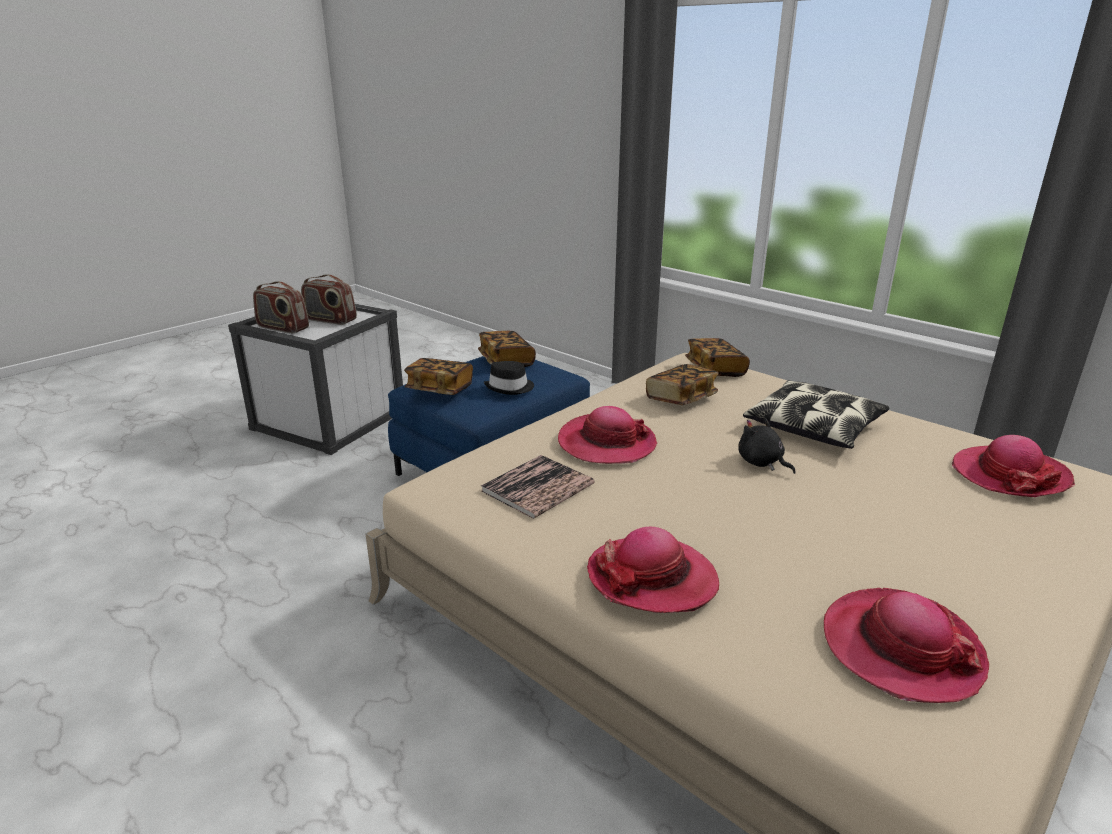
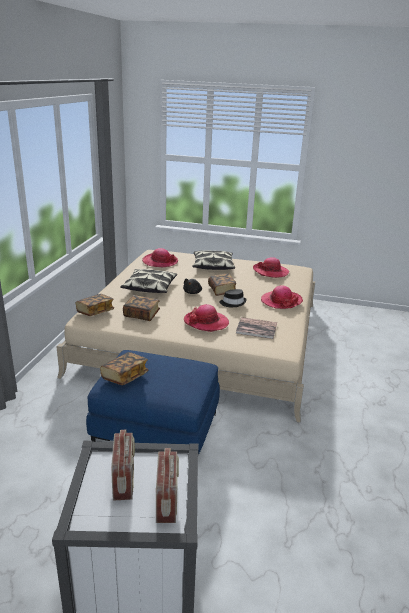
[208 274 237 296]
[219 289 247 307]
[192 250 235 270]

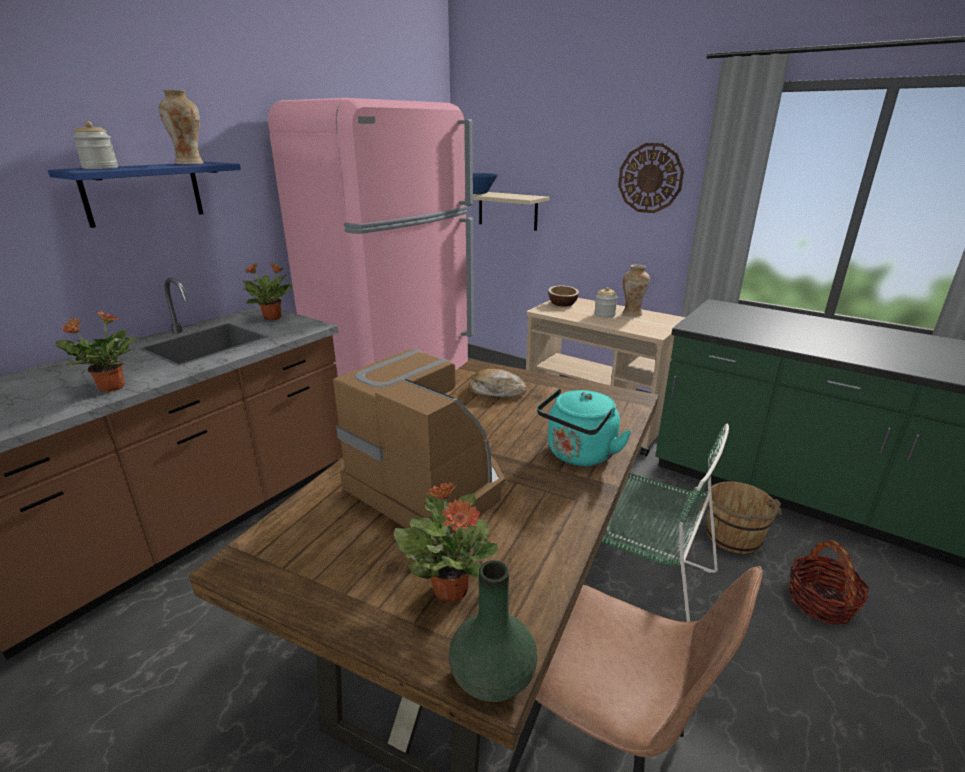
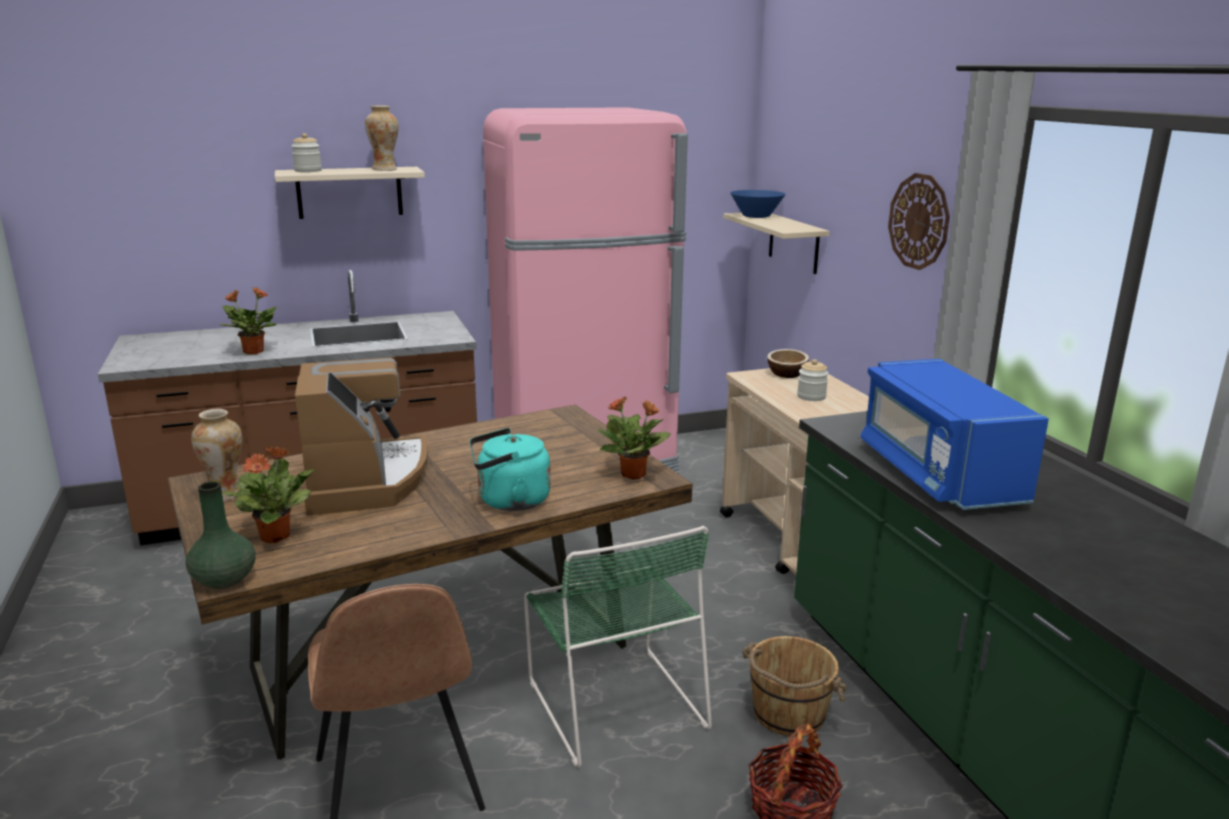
[275 167 425 219]
[597 396 671 480]
[191 409 243 501]
[469 369 526 397] (first image)
[860 359 1049 510]

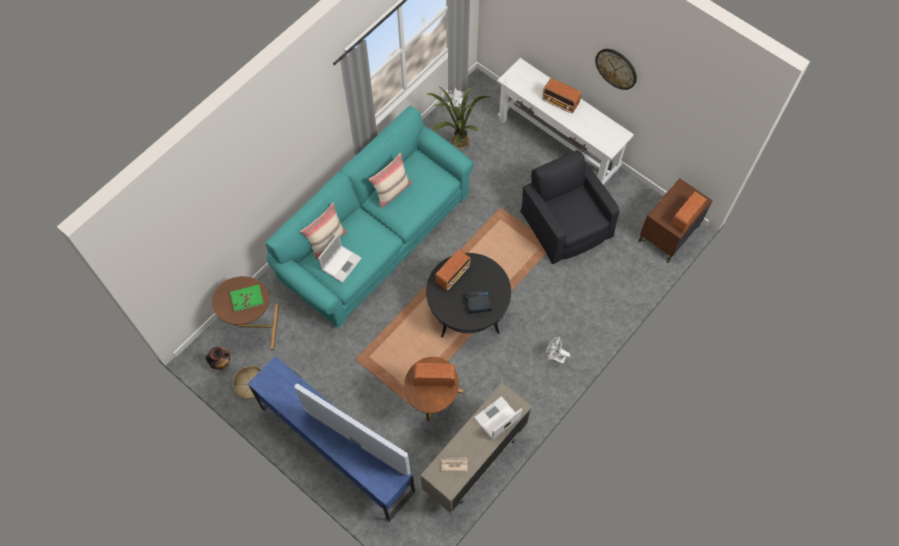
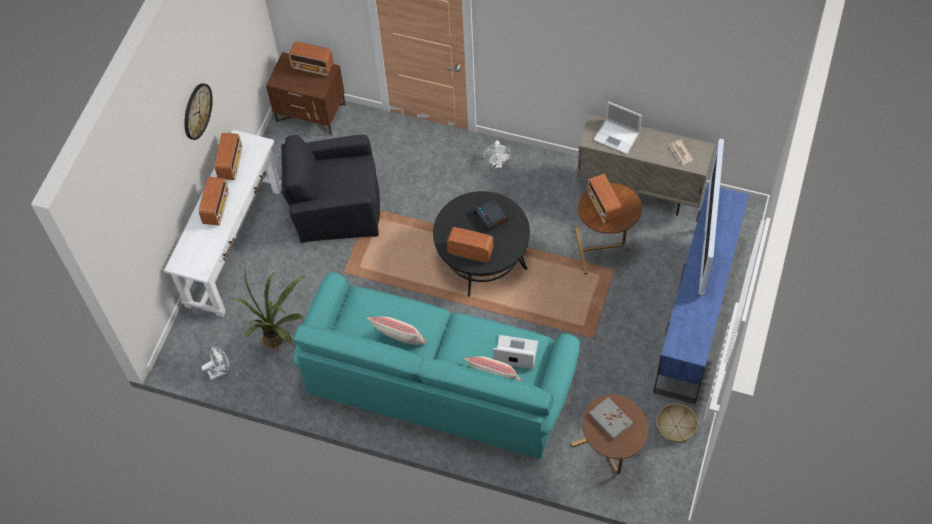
[281 135 380 243]
[589 397 633 440]
[206 347 230 370] (first image)
[214 133 242 180]

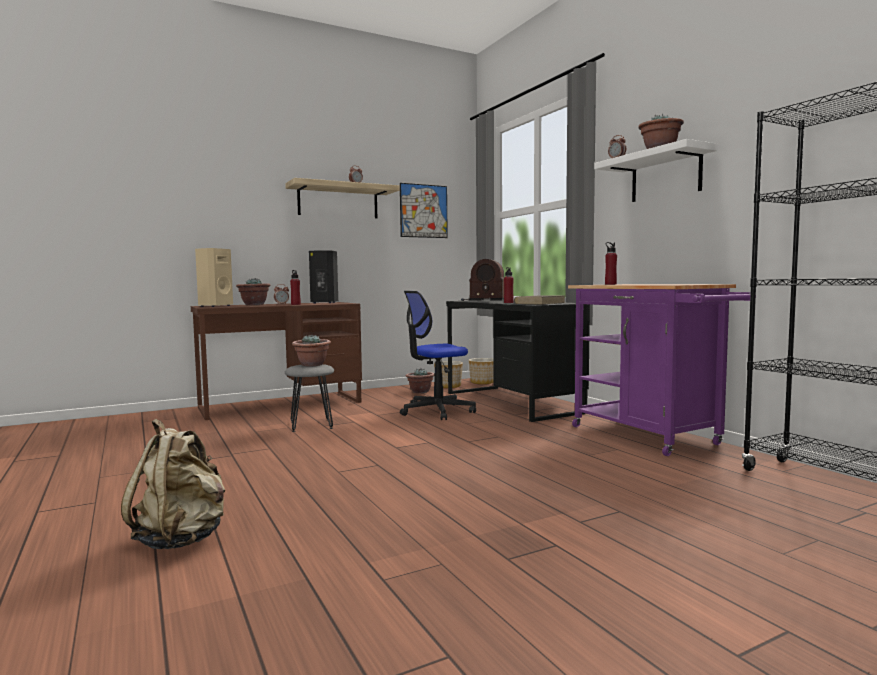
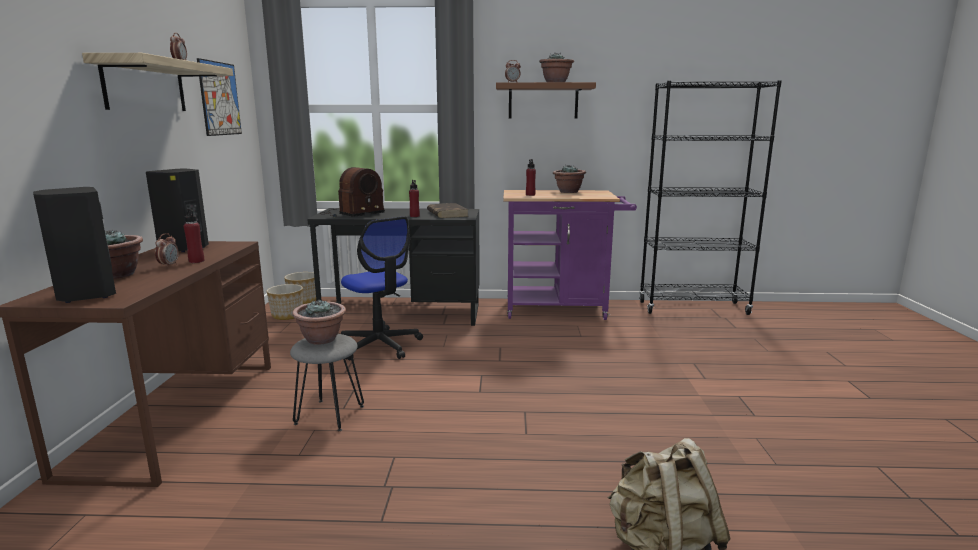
[496 82 596 119]
[33 187 116 303]
[341 216 423 360]
[553 165 586 193]

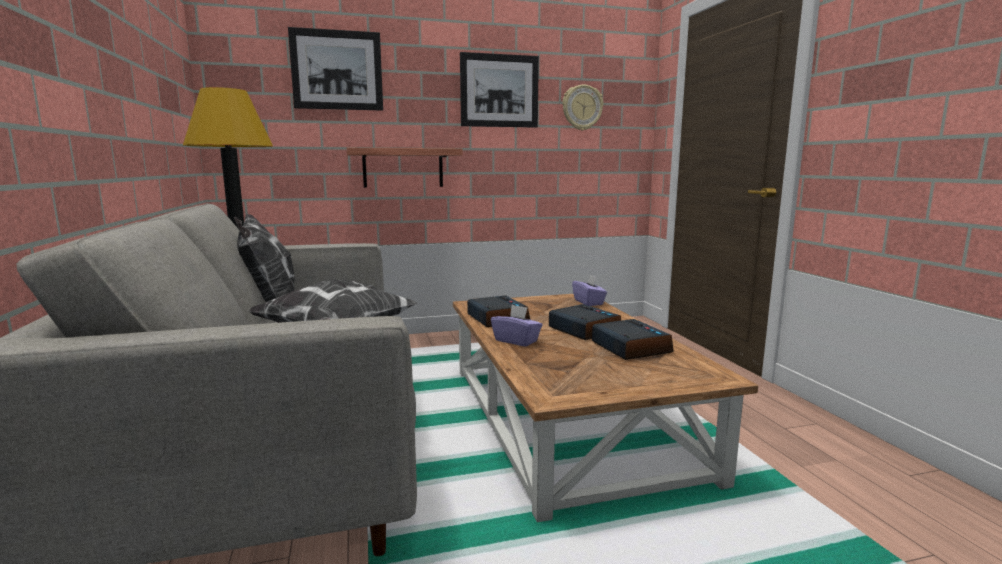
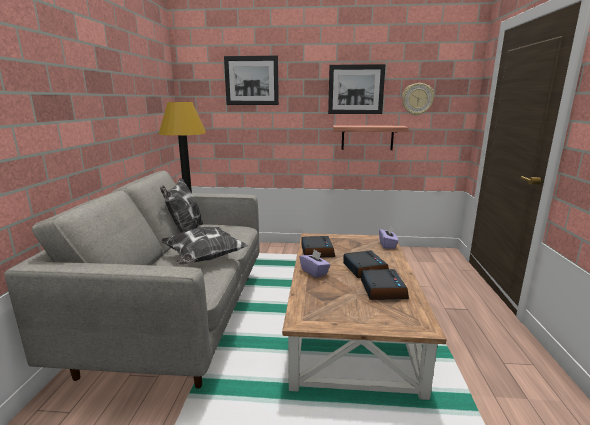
[333 125 409 150]

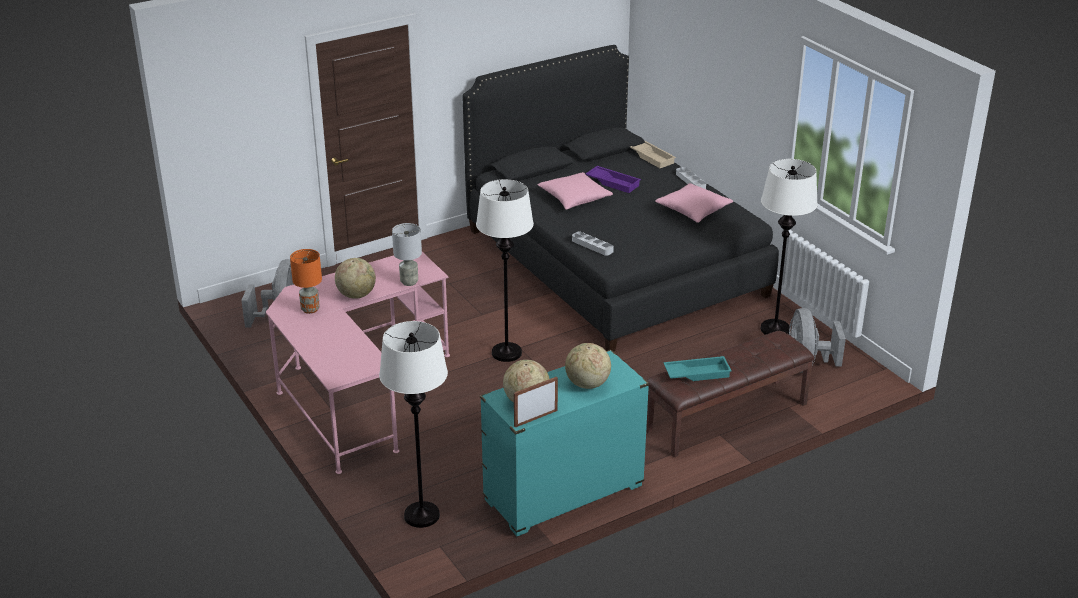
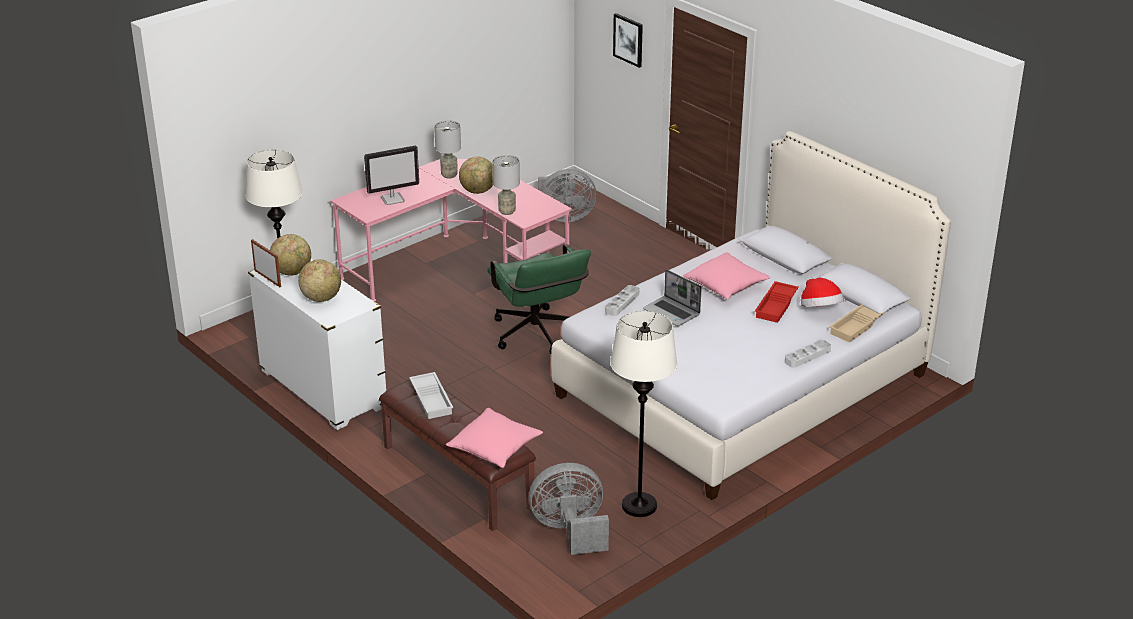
[551 131 951 500]
[755 281 799 323]
[487 244 591 354]
[446 408 543 468]
[434 120 461 179]
[248 259 386 430]
[409 372 453 419]
[613 13 643 68]
[364 145 419 205]
[643 269 702 326]
[801 278 844 307]

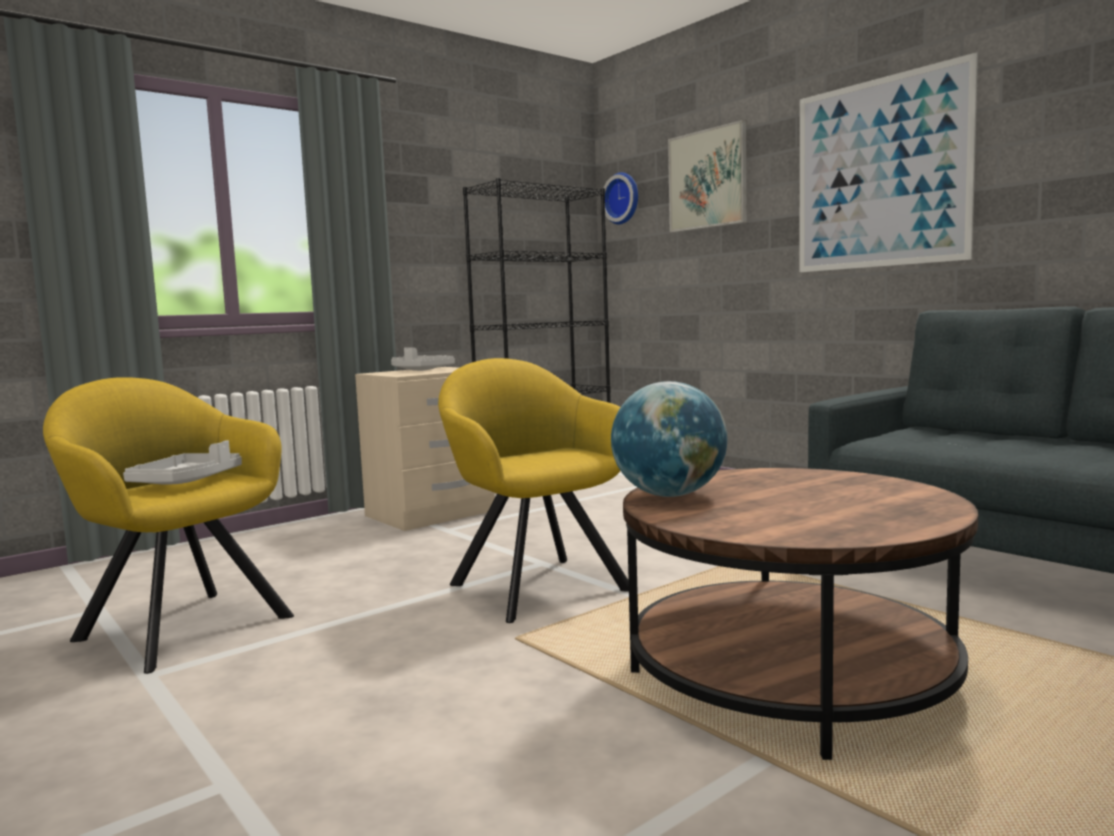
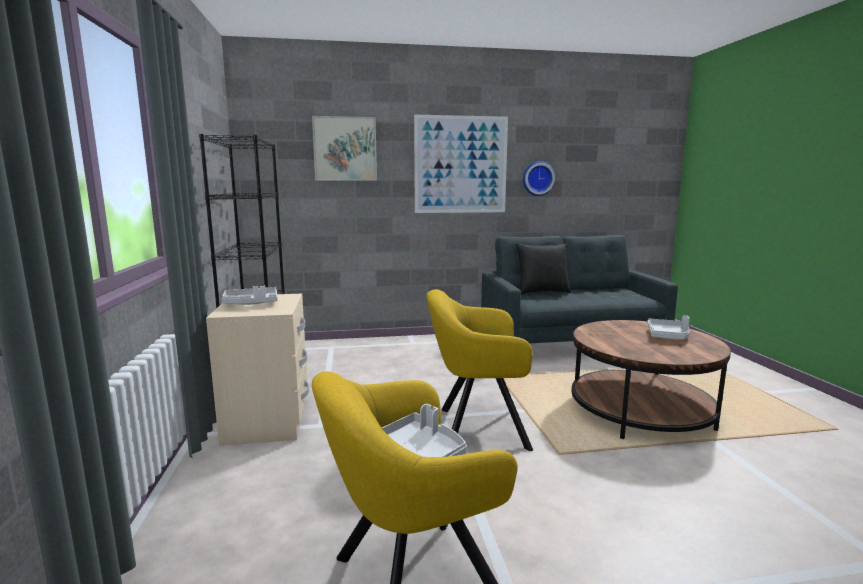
[523 161 555 196]
[611 381 728 497] (first image)
[516 243 571 295]
[647 315 690 340]

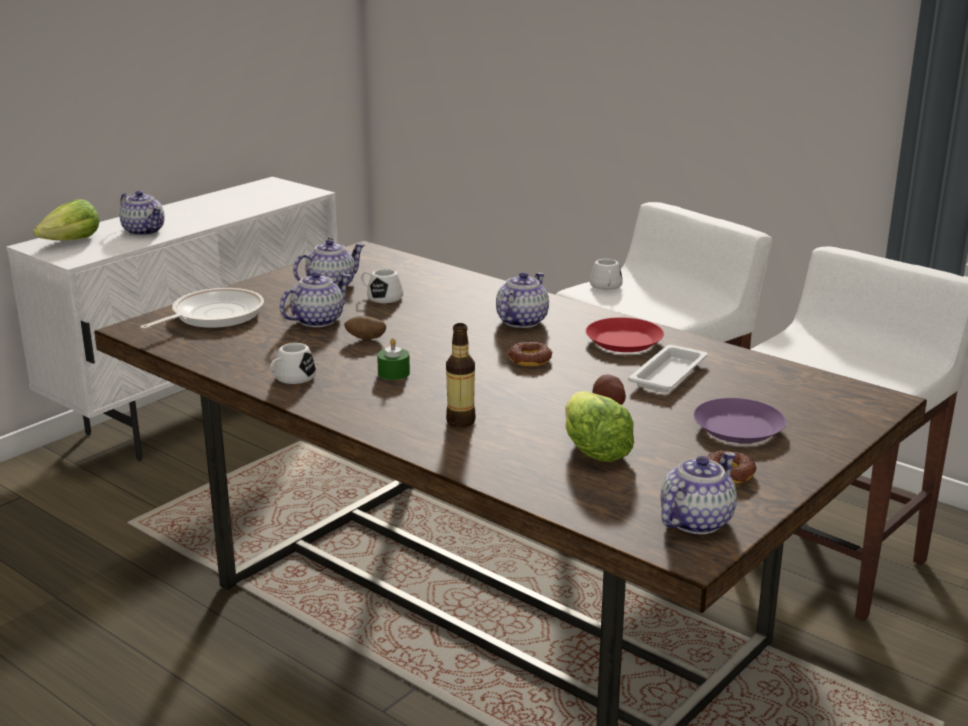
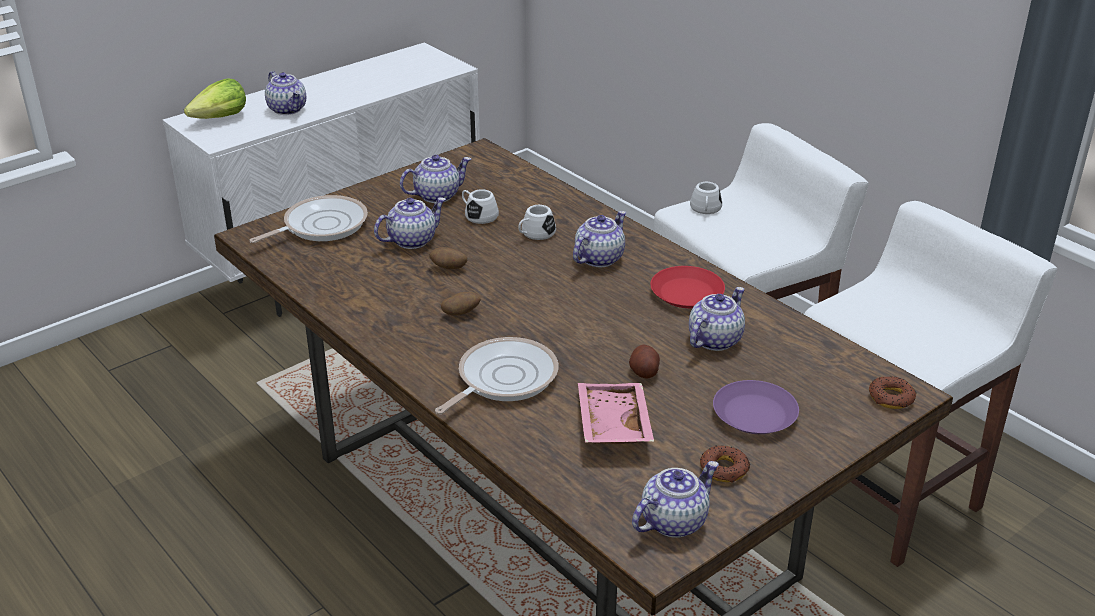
[435 337 559 414]
[441 292 481 316]
[869 376 916 409]
[518 205 556 240]
[689 287 745 351]
[578 383 654 444]

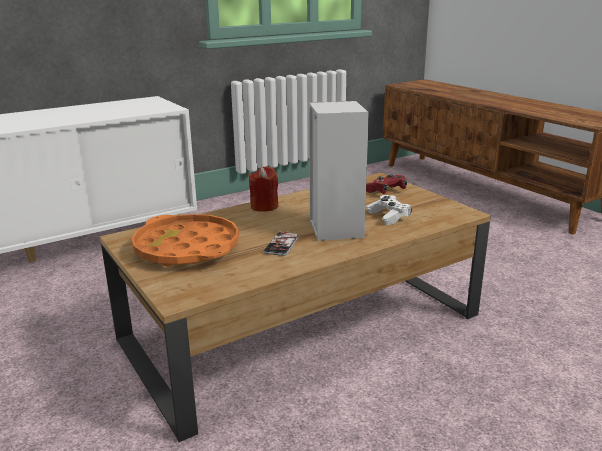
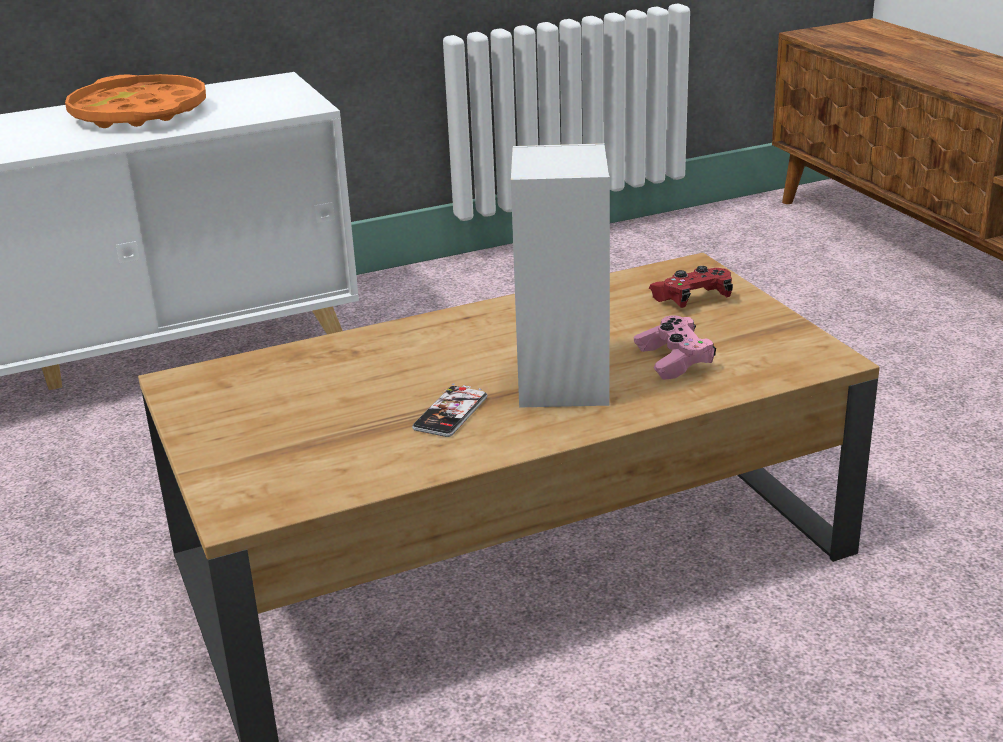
[248 166 279 212] (first image)
[634 315 716 380]
[65 74 206 128]

